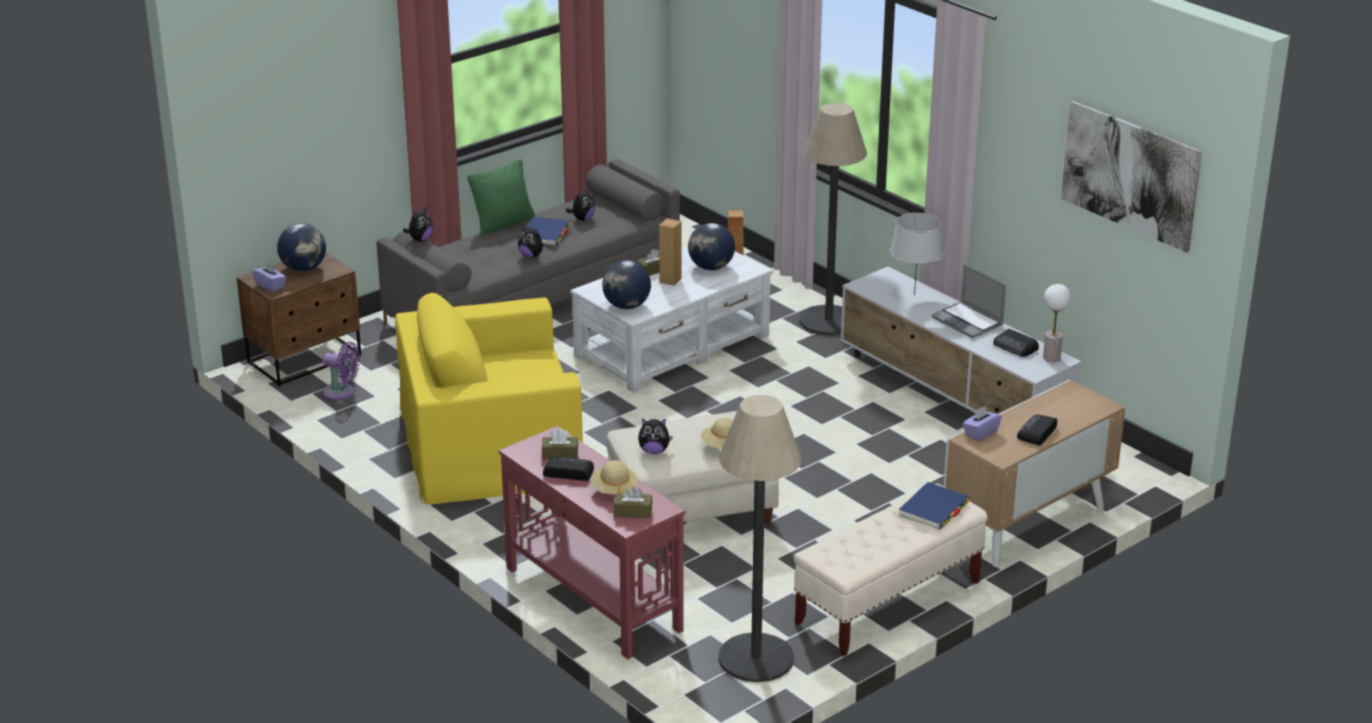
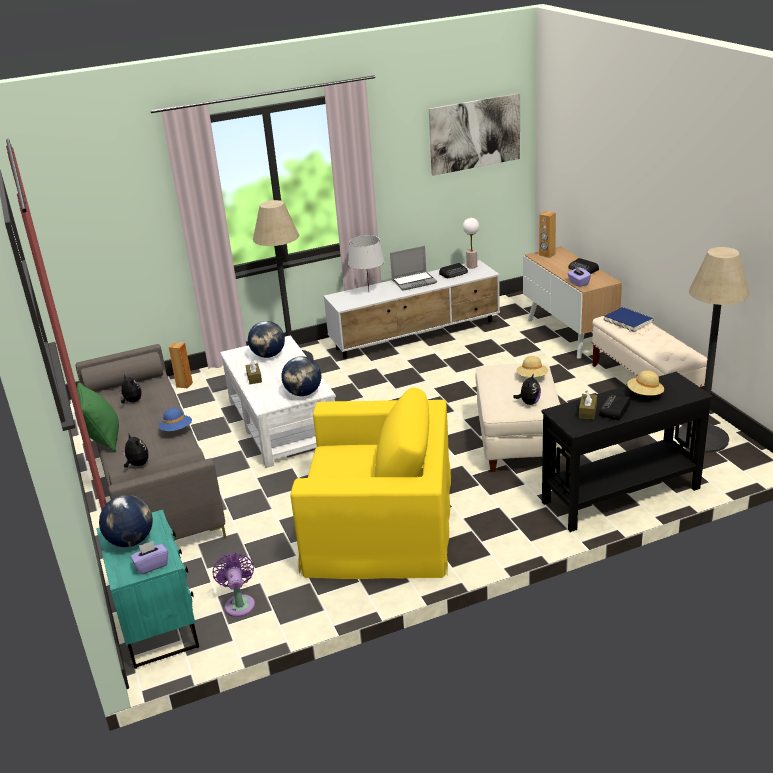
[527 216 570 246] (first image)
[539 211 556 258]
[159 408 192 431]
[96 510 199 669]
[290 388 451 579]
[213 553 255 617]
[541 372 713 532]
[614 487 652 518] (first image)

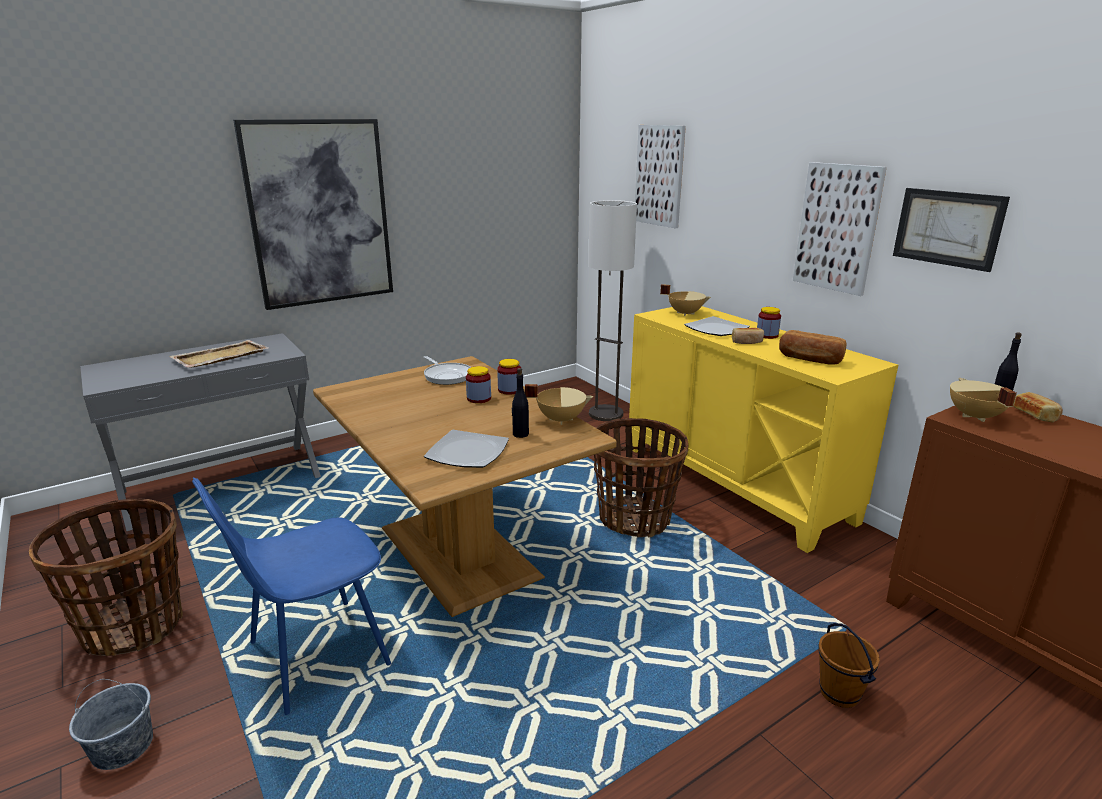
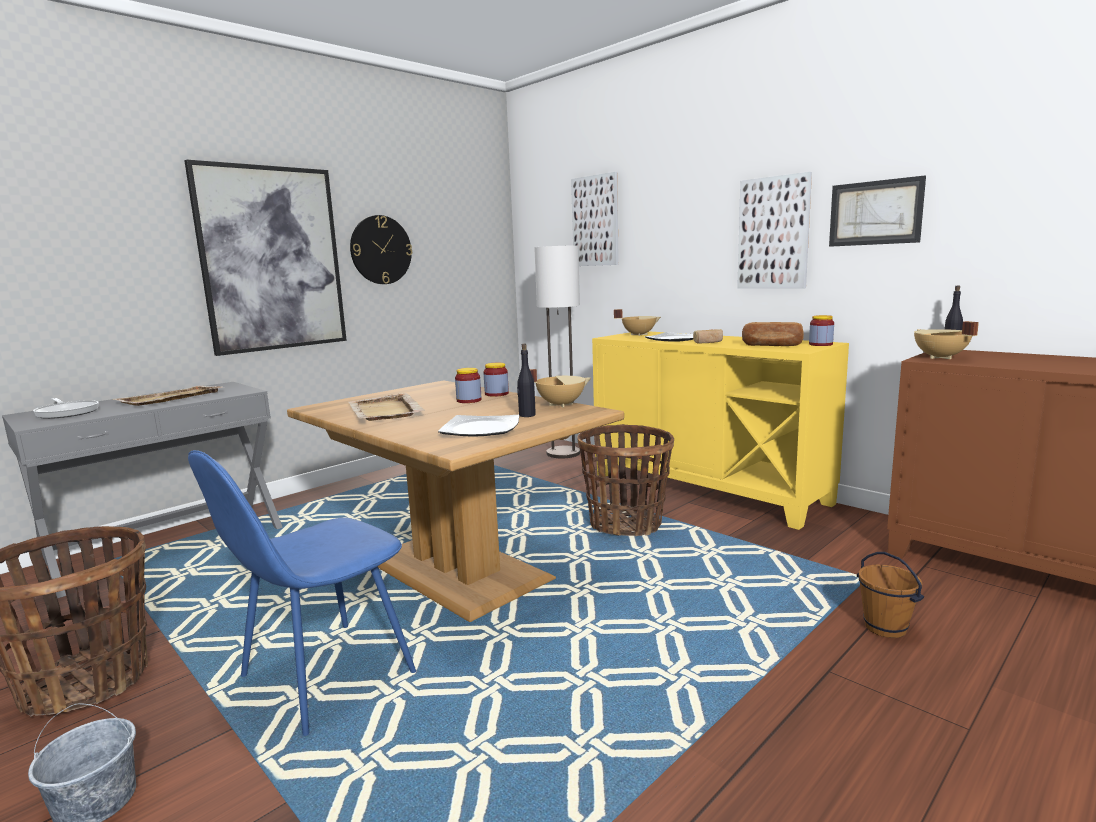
[809 315 834 346]
[33 398 99 419]
[1013 392 1063 423] (first image)
[350 215 412 284]
[349 393 425 421]

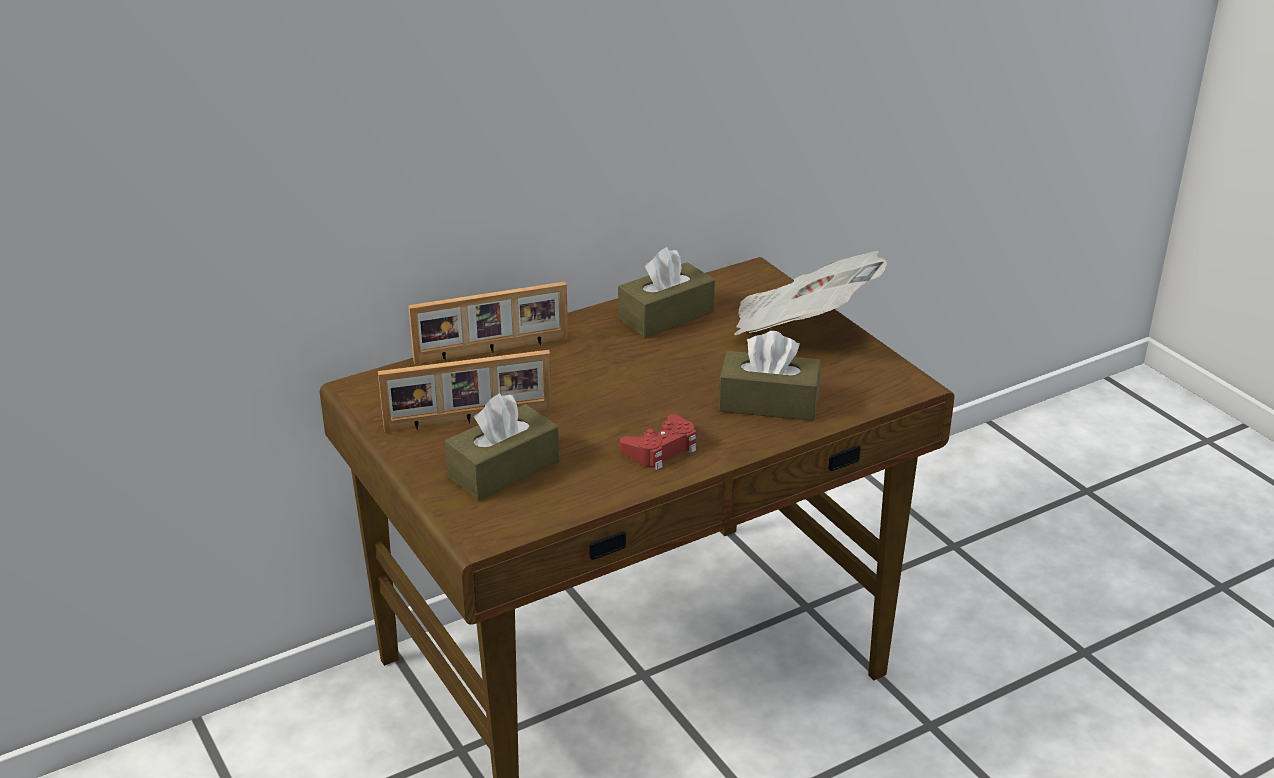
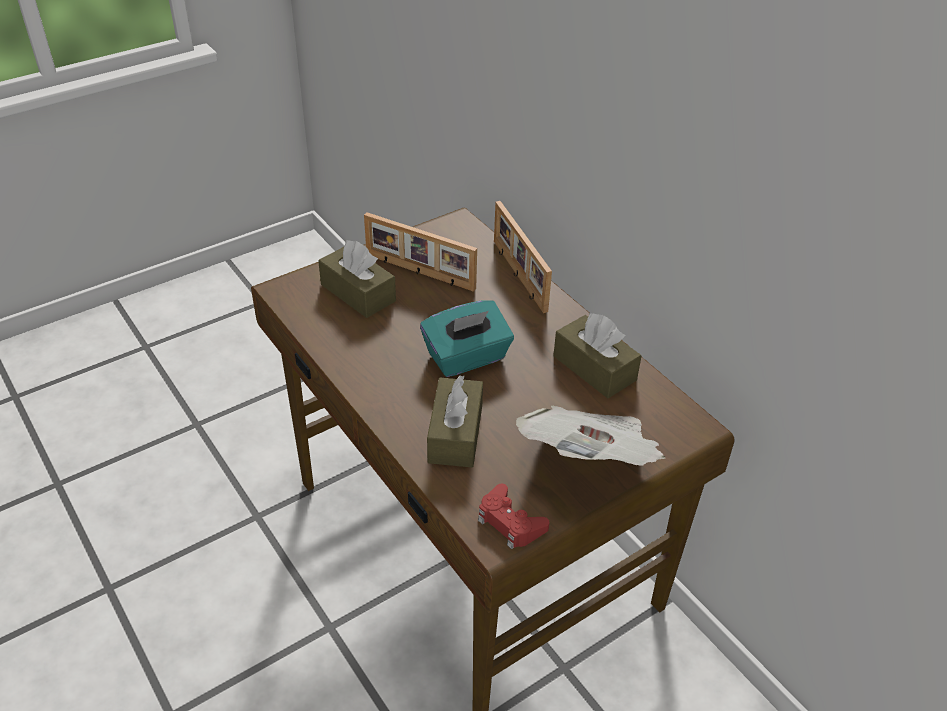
[364 212 477 292]
[478 484 549 549]
[420 300 514 377]

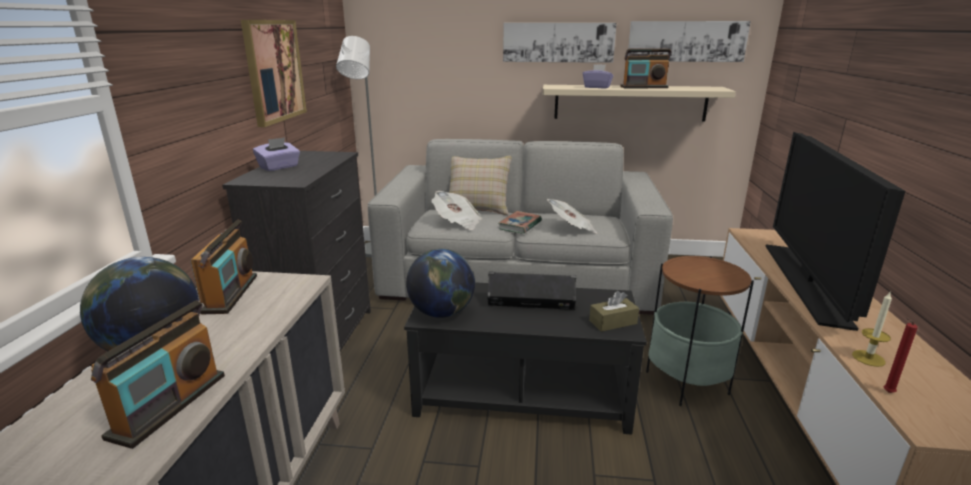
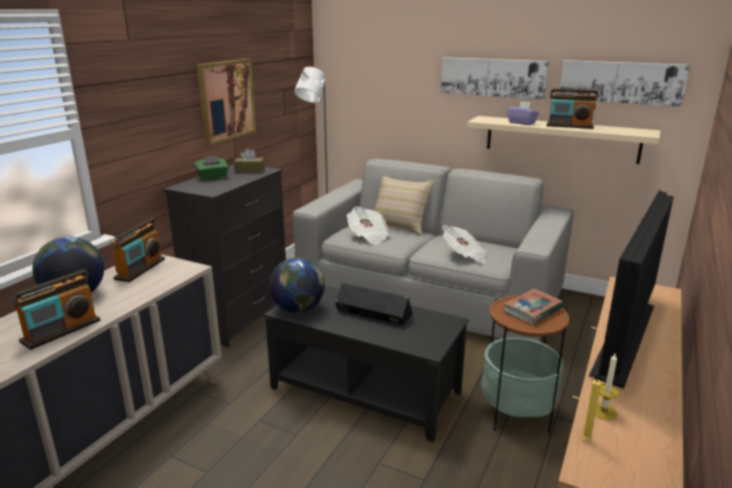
[195 155 228 181]
[504 289 563 324]
[234 148 265 173]
[582 374 601 440]

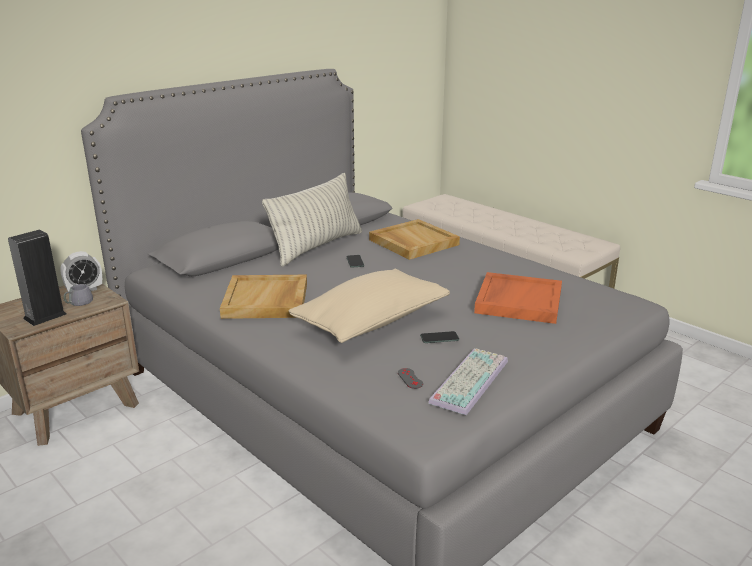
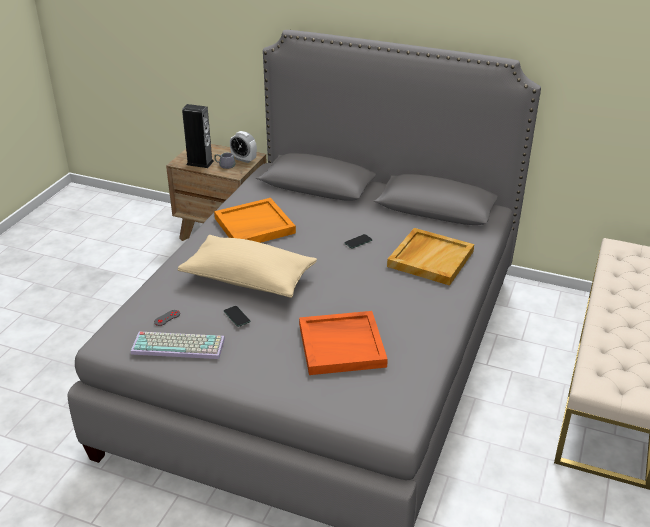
[262 173 362 267] (first image)
[214 198 296 243]

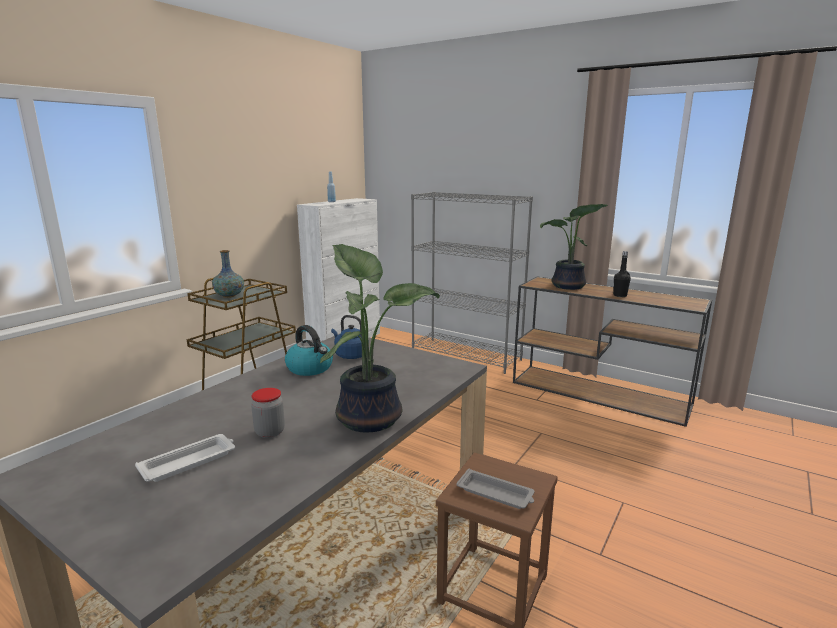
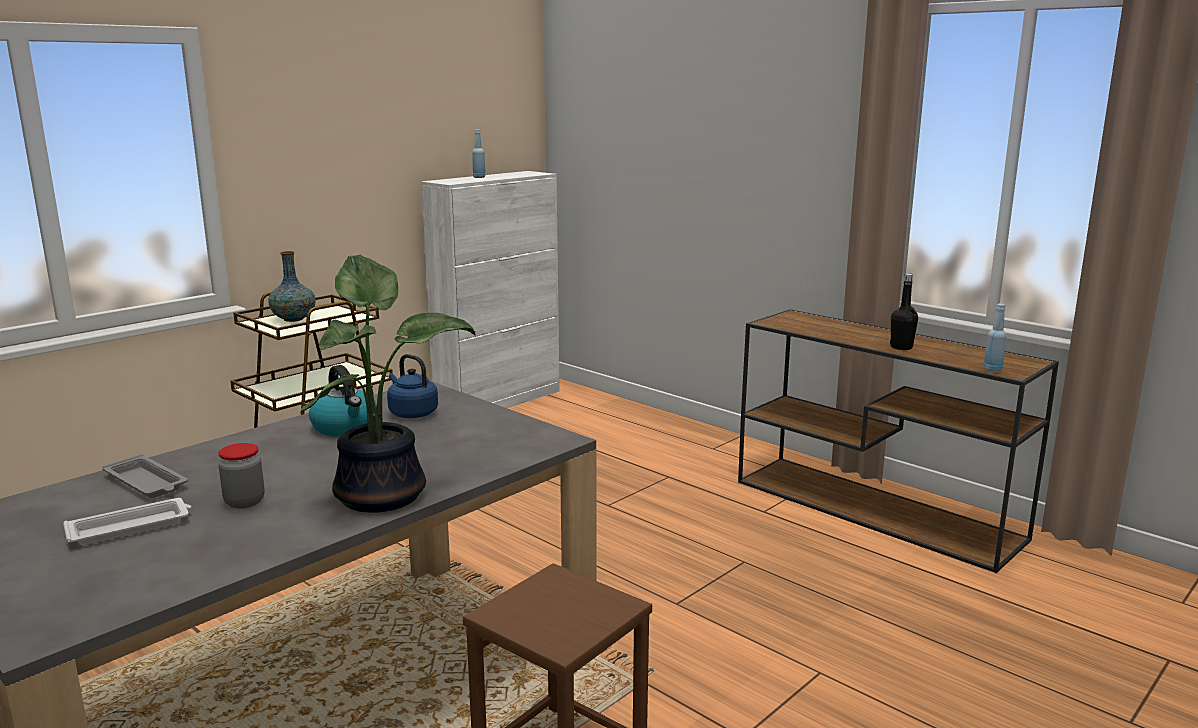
[411 192 533 374] (first image)
[540 204 608 290] (first image)
[102 454 188 498]
[983 304 1007 372]

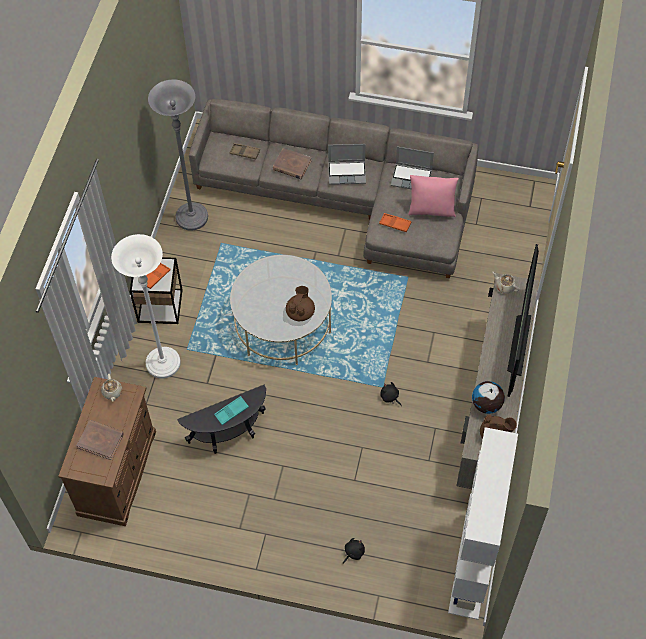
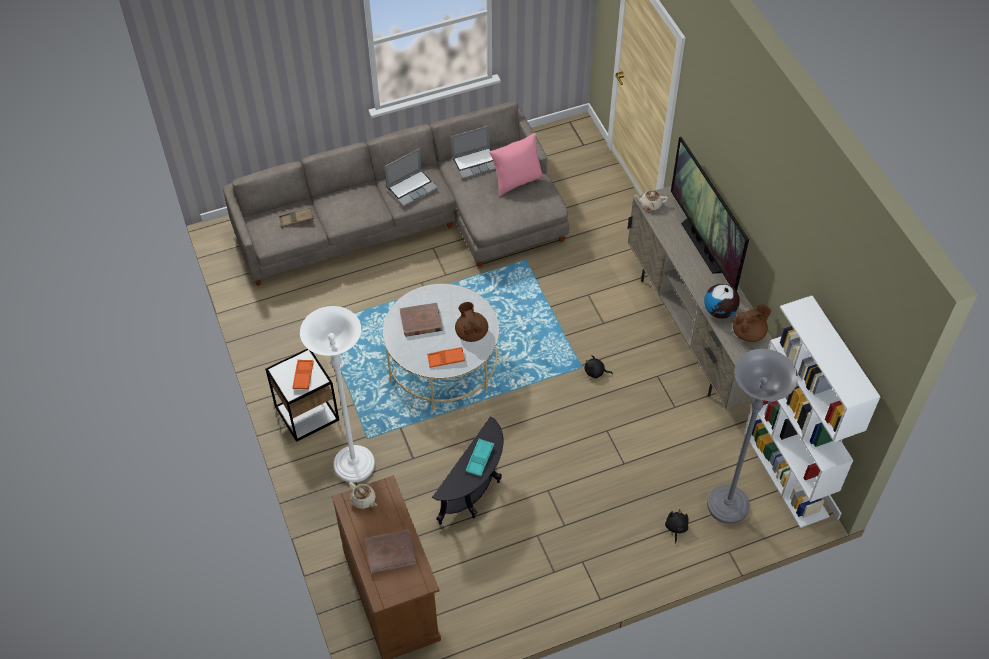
[707 349 798 524]
[400 302 443 337]
[427 347 465 368]

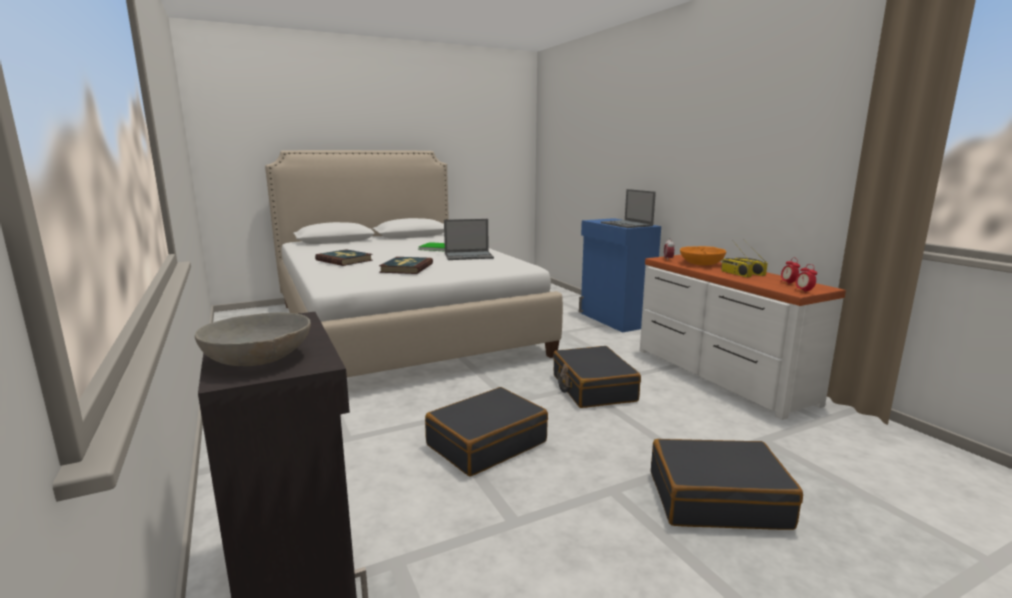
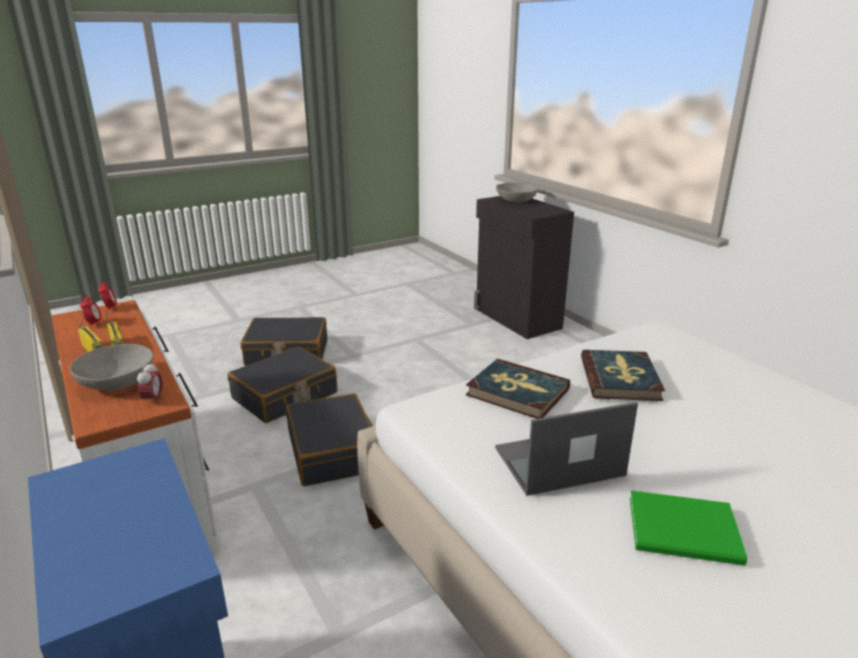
[601 189 656 228] (first image)
[70 344 153 391]
[466 359 570 419]
[227 347 337 423]

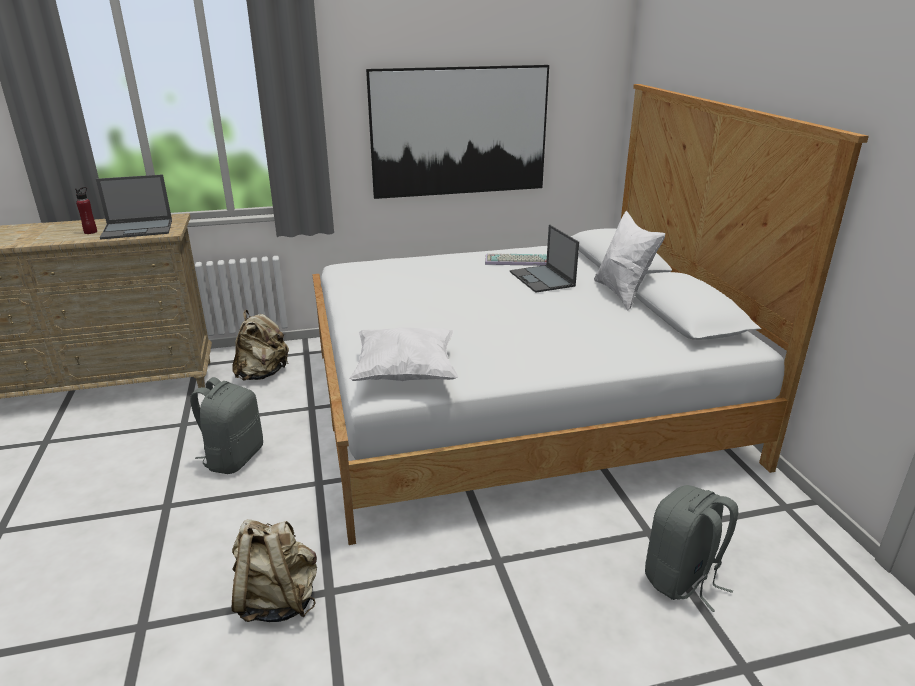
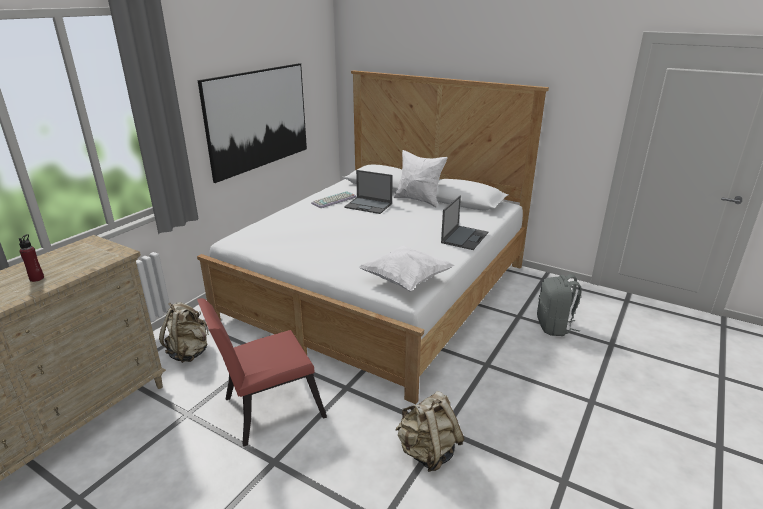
[441 195 488 250]
[197 298 327 447]

